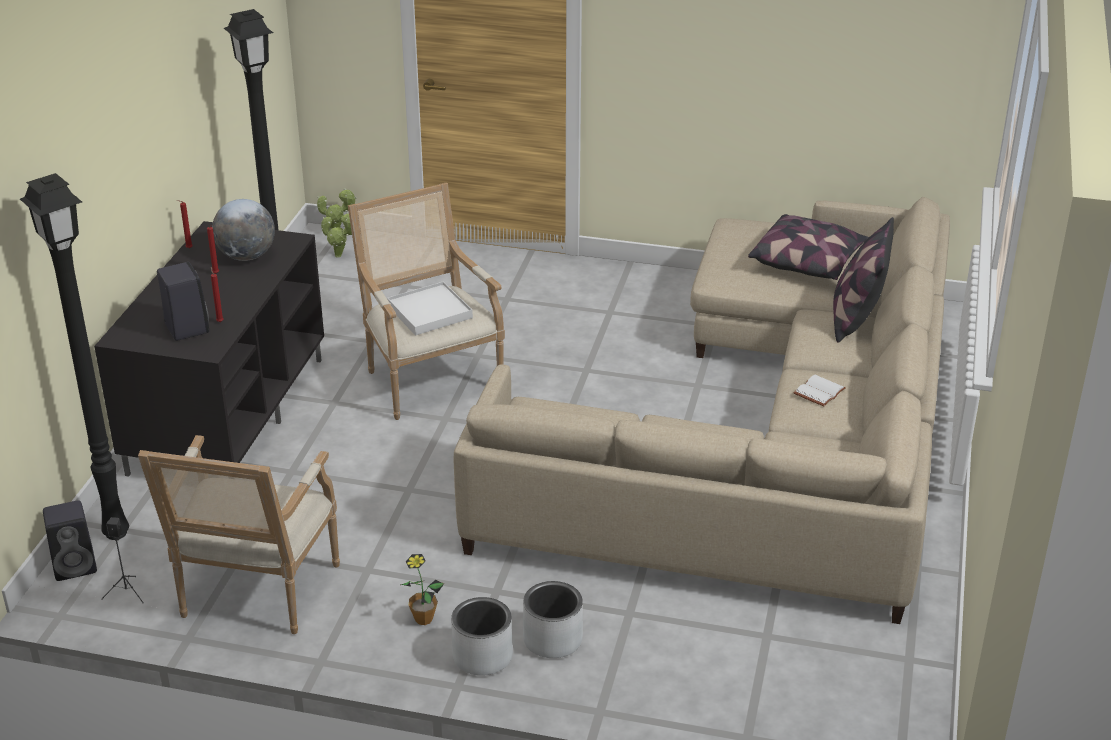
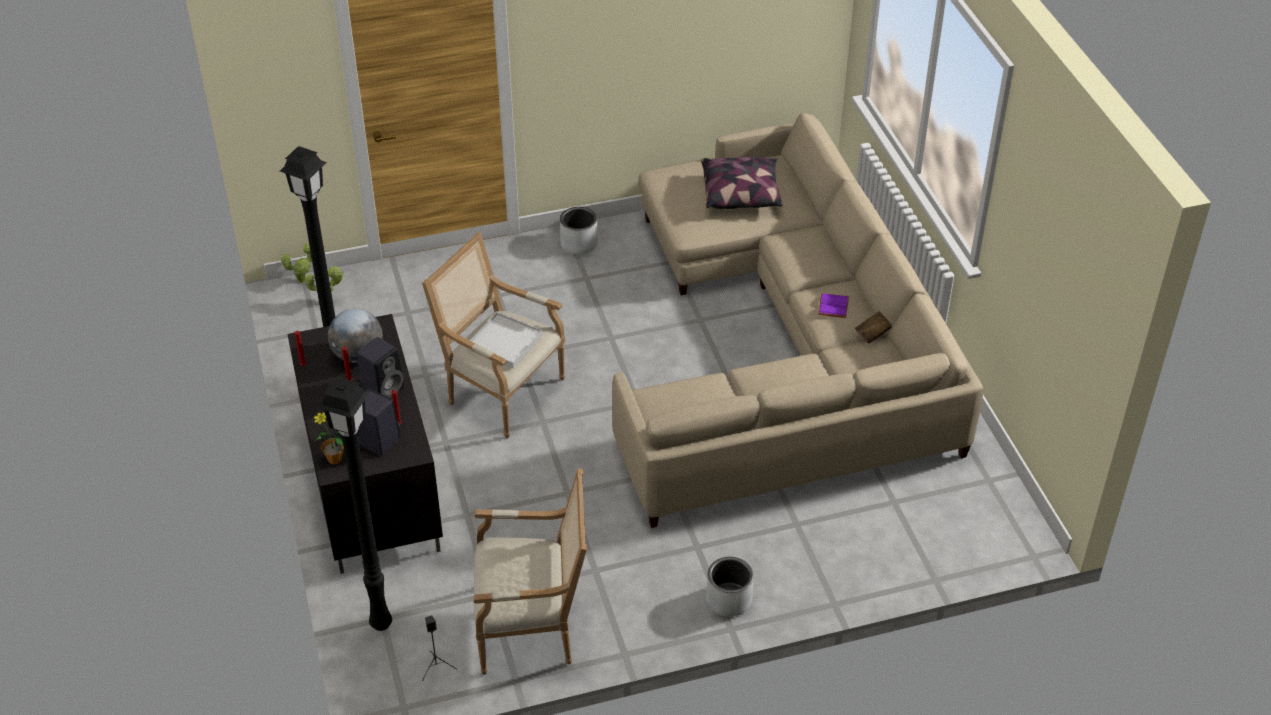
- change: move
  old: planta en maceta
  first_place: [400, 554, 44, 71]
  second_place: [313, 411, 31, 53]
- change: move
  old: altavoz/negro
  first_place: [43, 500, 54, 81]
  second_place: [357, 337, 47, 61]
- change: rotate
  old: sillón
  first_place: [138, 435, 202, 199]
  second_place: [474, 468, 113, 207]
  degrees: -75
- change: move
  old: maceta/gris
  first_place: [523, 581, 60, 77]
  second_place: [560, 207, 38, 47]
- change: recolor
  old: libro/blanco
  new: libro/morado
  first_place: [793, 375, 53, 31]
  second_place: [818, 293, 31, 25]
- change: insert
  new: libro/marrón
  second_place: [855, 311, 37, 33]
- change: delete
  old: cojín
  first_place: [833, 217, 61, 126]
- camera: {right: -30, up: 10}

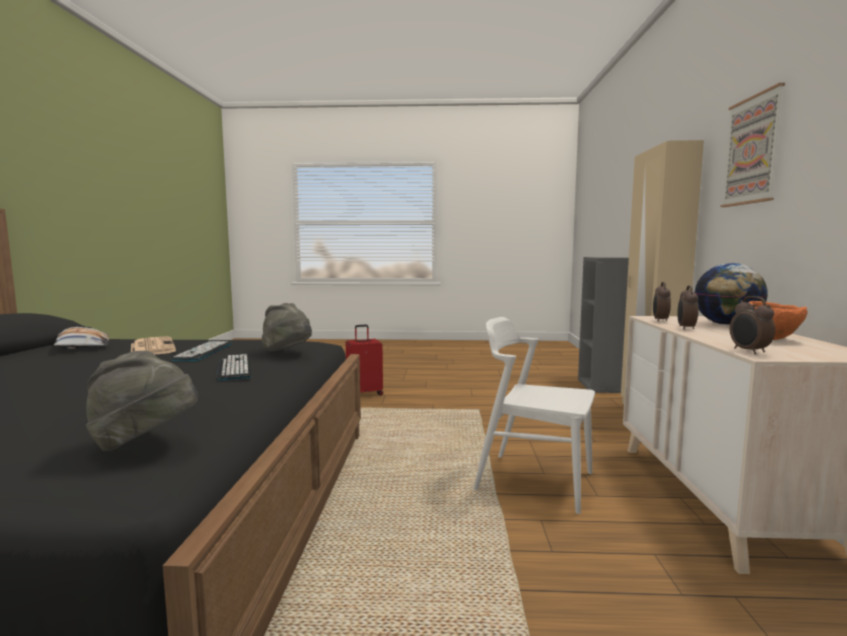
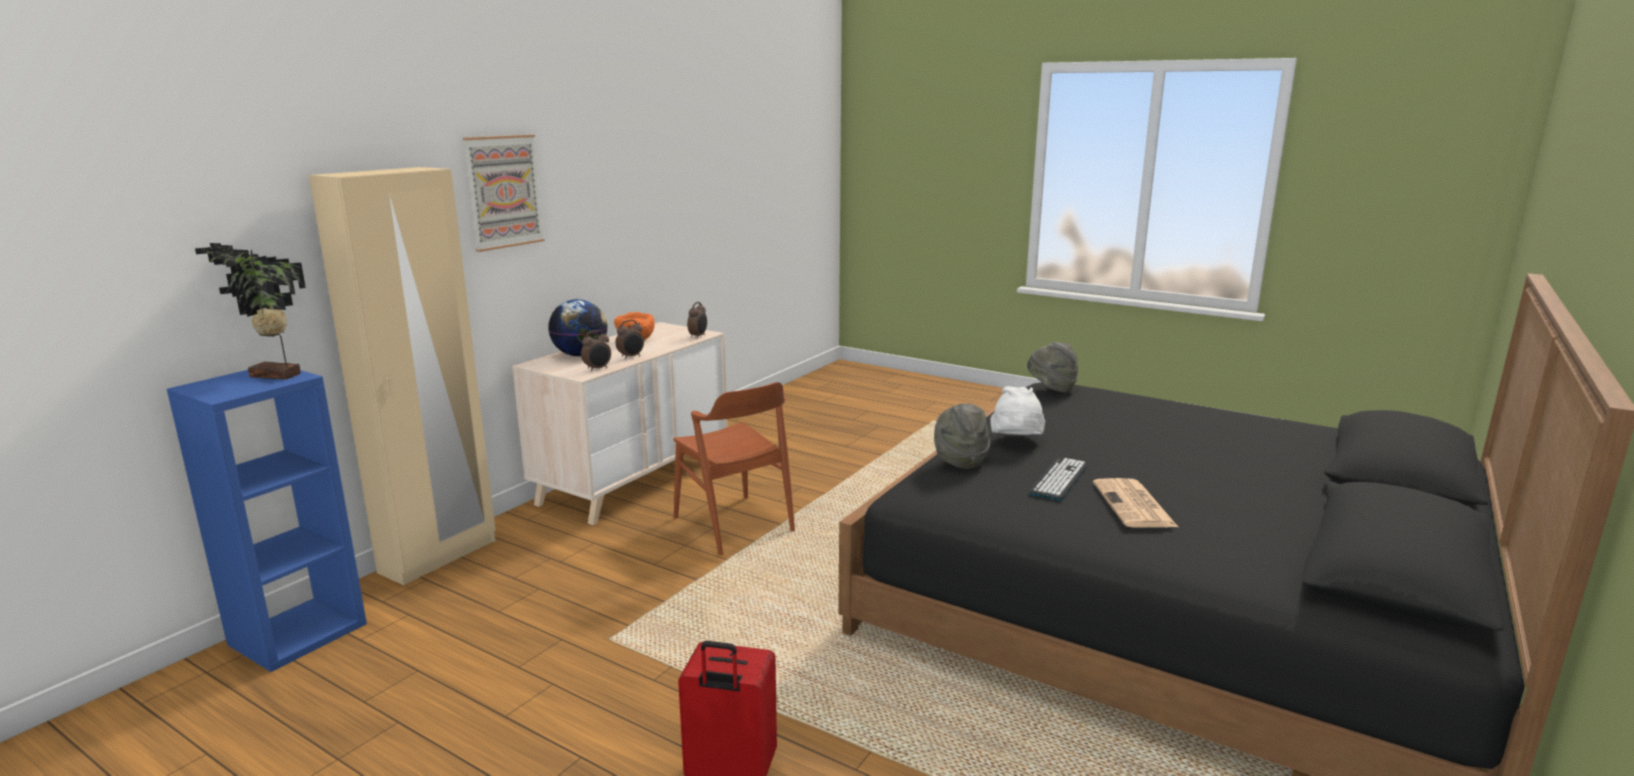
- change: recolor
  old: estantería/gris
  new: estantería/azul
  first_place: [578, 257, 51, 136]
  second_place: [167, 370, 200, 302]
- change: insert
  new: planta en maceta
  second_place: [195, 243, 111, 137]
- change: recolor
  old: silla/blanco
  new: silla/marrón
  first_place: [474, 317, 121, 197]
  second_place: [673, 382, 122, 173]
- change: replace
  old: teclado
  new: sombrero/blanco
  first_place: [217, 354, 35, 26]
  second_place: [990, 386, 55, 49]
- change: delete
  old: cojín
  first_place: [54, 327, 55, 22]
- camera: {right: -150, up: 10}

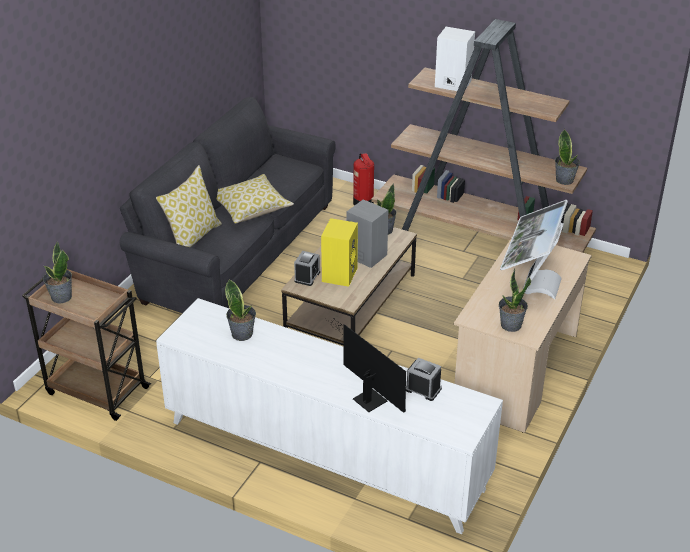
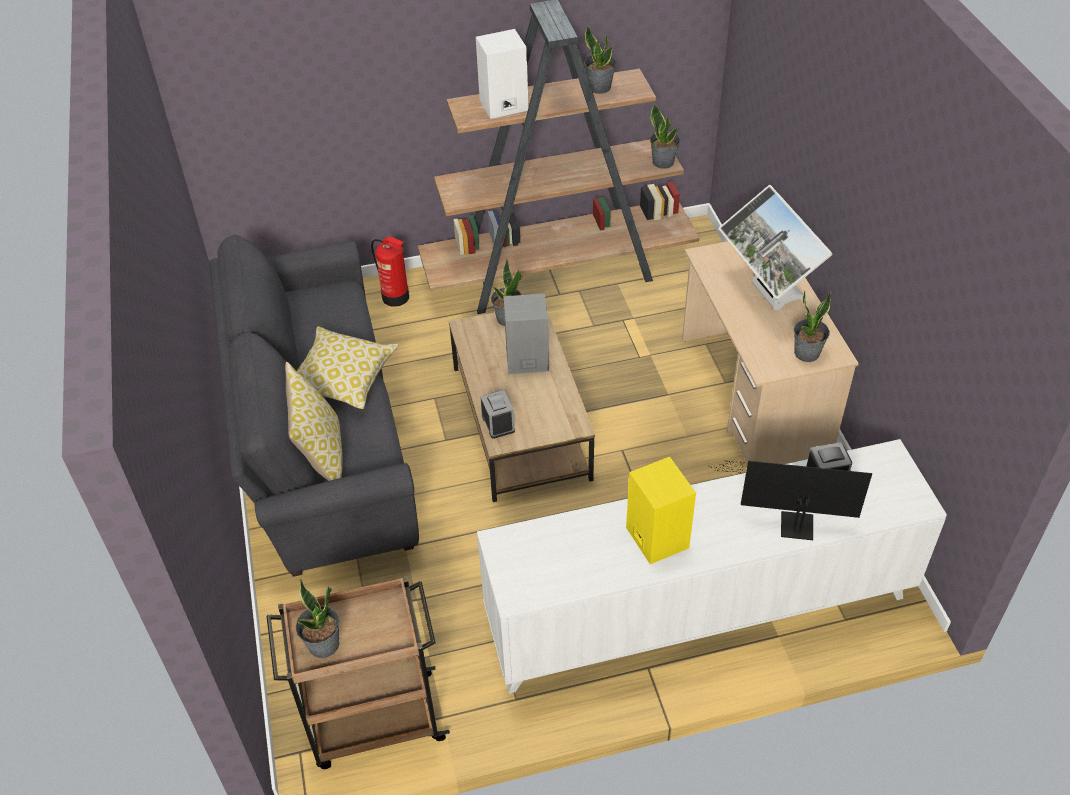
- change: move
  old: planta en maceta
  first_place: [225, 279, 31, 62]
  second_place: [585, 26, 31, 68]
- change: move
  old: altavoz/amarillo
  first_place: [321, 218, 37, 69]
  second_place: [626, 457, 70, 107]
- camera: {right: -40, up: 10}

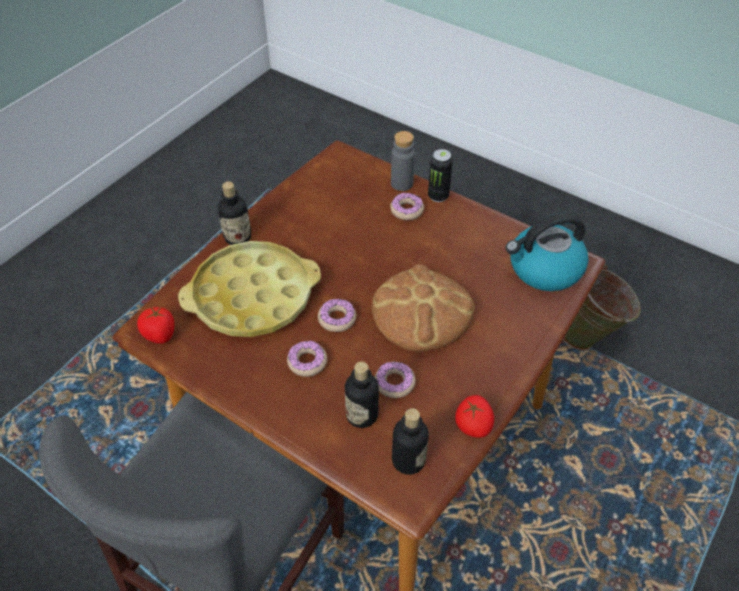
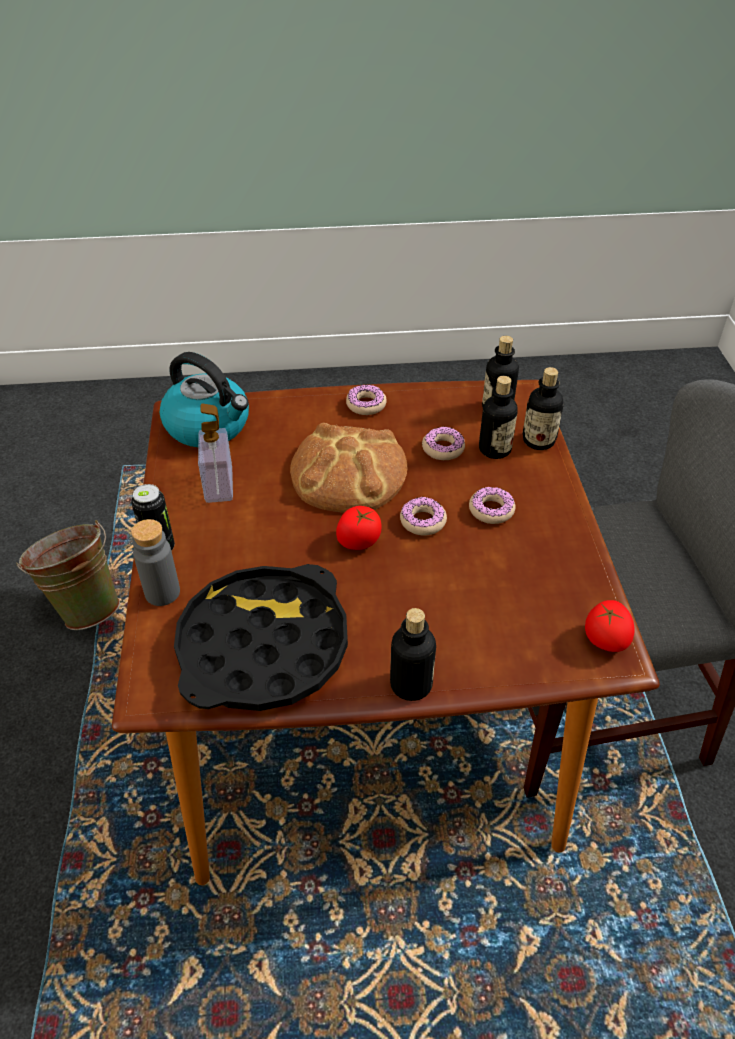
- change: insert
  new: bandeja/negro
  second_place: [174, 564, 174, 147]
- change: insert
  new: dispensador de jabón
  second_place: [198, 404, 35, 99]
- change: move
  old: tomate
  first_place: [455, 395, 39, 43]
  second_place: [336, 506, 46, 44]
- change: move
  old: rosquilla
  first_place: [390, 192, 34, 28]
  second_place: [346, 384, 41, 31]
- change: insert
  new: botella
  second_place: [522, 367, 42, 83]
- change: delete
  old: bandeja/amarillo
  first_place: [178, 241, 143, 96]
- camera: {right: -130, up: -5}

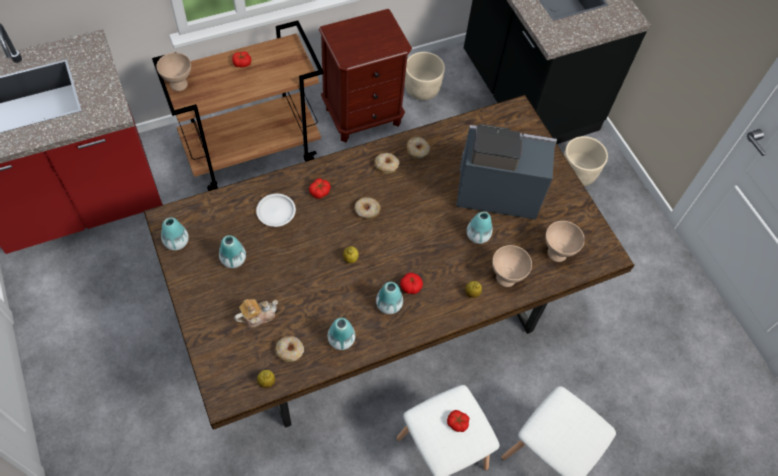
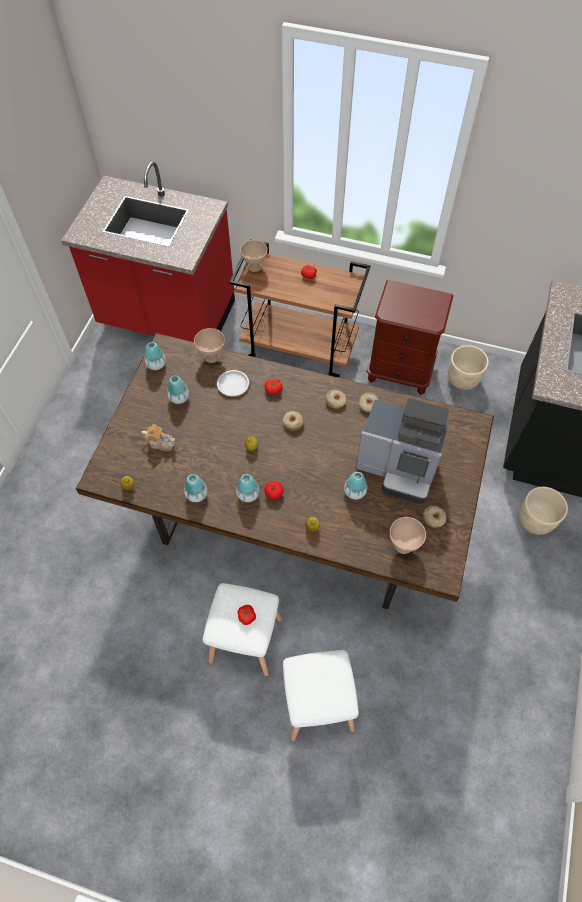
- change: move
  old: cuenco/beis
  first_place: [492, 245, 40, 42]
  second_place: [194, 328, 31, 35]
- change: rotate
  old: cafetera
  first_place: [456, 124, 101, 96]
  second_place: [356, 398, 93, 106]
  degrees: 150
- change: move
  old: rosquilla
  first_place: [275, 336, 29, 26]
  second_place: [423, 506, 23, 22]
- camera: {right: 45, up: 0}

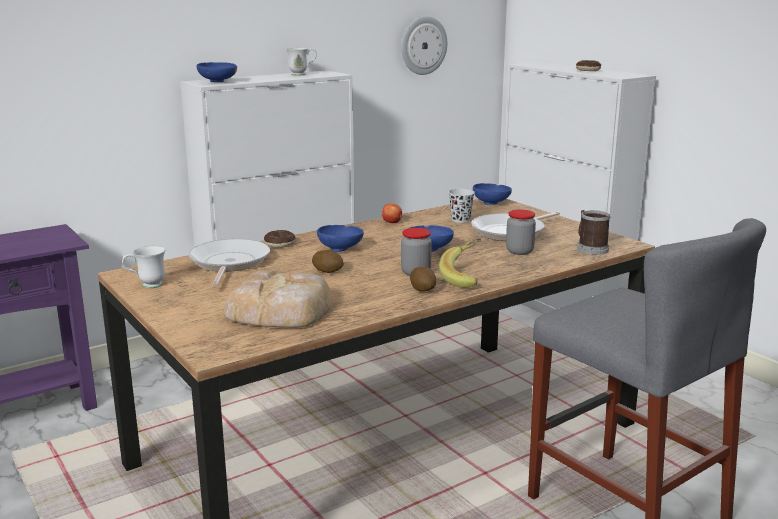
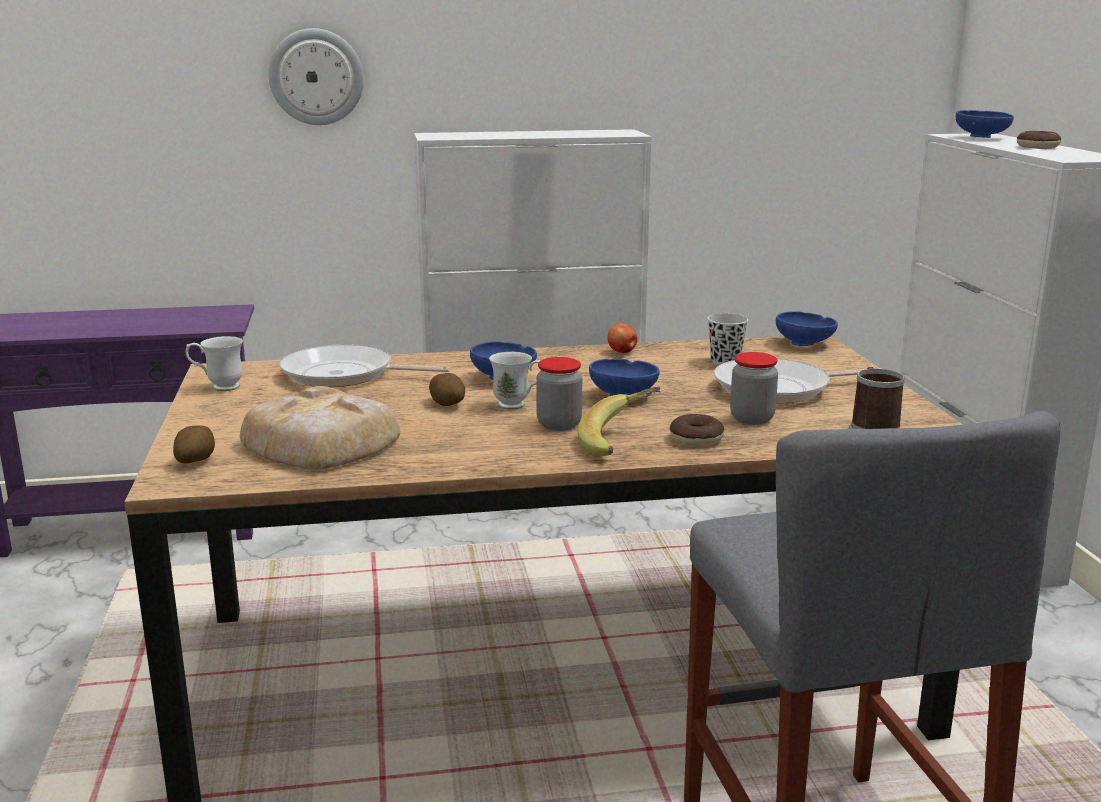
- change: move
  old: patata
  first_place: [410, 267, 26, 25]
  second_place: [173, 425, 42, 38]
- change: move
  old: reloj de pared
  first_place: [401, 16, 46, 59]
  second_place: [268, 28, 96, 97]
- change: rotate
  old: sartén
  first_place: [188, 239, 82, 48]
  second_place: [279, 344, 171, 43]
  degrees: -105
- change: move
  old: taza grande/blanco
  first_place: [286, 48, 31, 28]
  second_place: [489, 352, 51, 58]
- change: move
  old: rosquilla
  first_place: [264, 230, 32, 18]
  second_place: [670, 414, 54, 32]
- change: move
  old: cuenco/azul
  first_place: [197, 62, 40, 20]
  second_place: [956, 110, 58, 28]
- camera: {right: 25, up: 0}

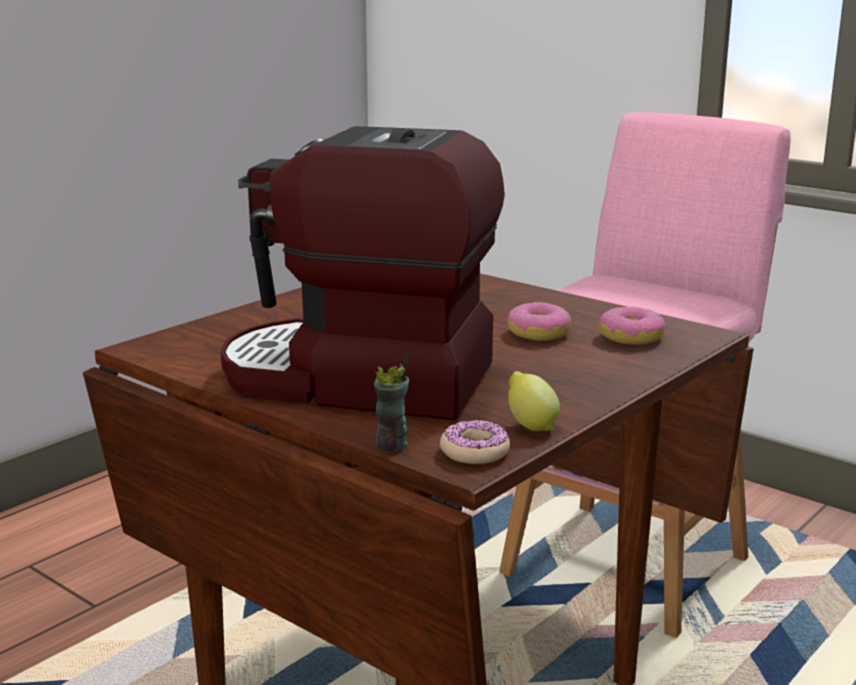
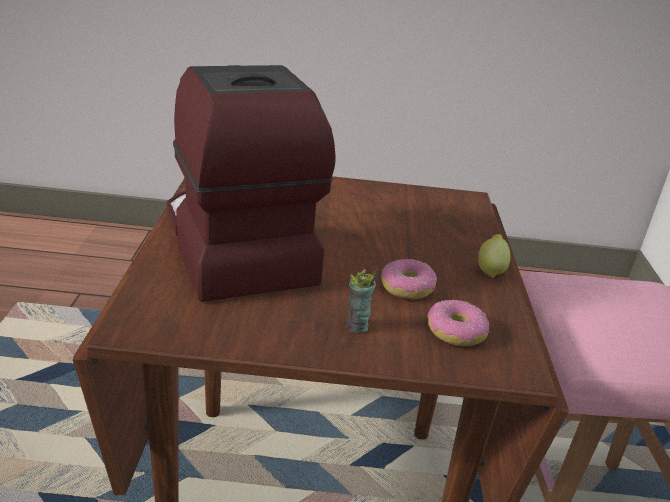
- change: move
  old: taza
  first_place: [374, 352, 35, 100]
  second_place: [346, 269, 33, 64]
- change: move
  old: limón
  first_place: [508, 371, 52, 60]
  second_place: [478, 234, 33, 44]
- change: delete
  old: rosquilla
  first_place: [440, 419, 70, 45]
- camera: {right: 50, up: 10}

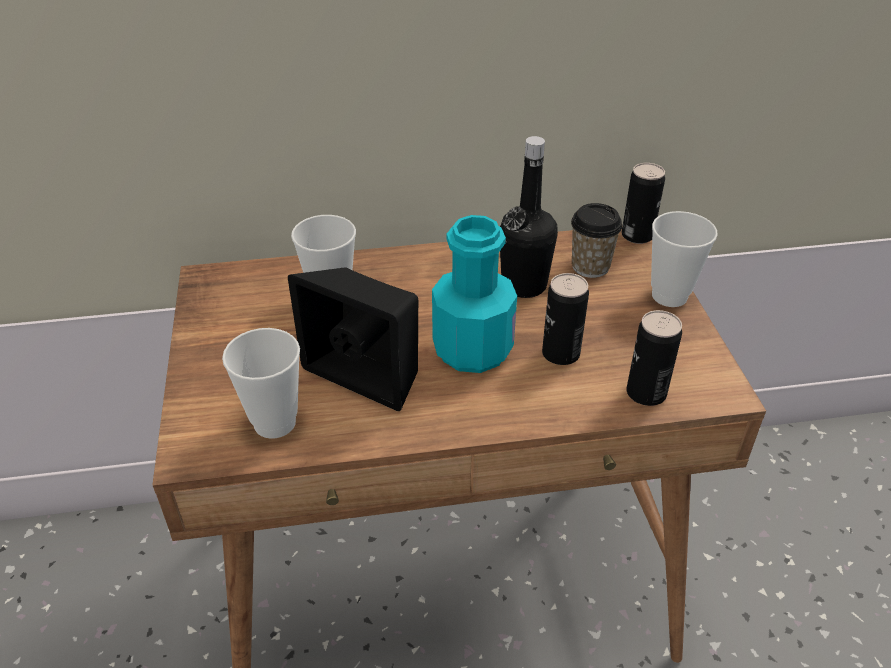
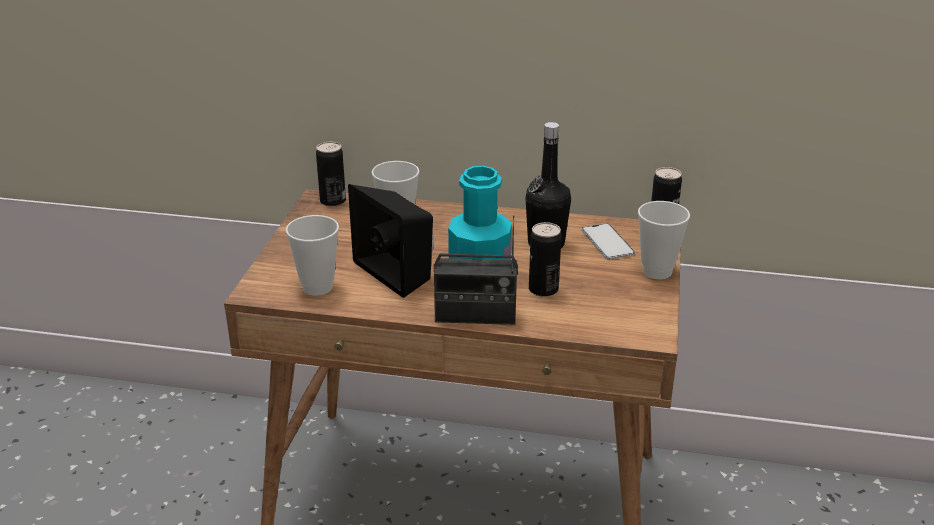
- change: move
  old: lata
  first_place: [626, 310, 56, 96]
  second_place: [316, 142, 30, 65]
- change: insert
  new: radio
  second_place: [434, 215, 84, 110]
- change: replace
  old: taza
  new: móvil
  first_place: [571, 203, 51, 75]
  second_place: [582, 223, 53, 36]
- camera: {right: 20, up: -10}

